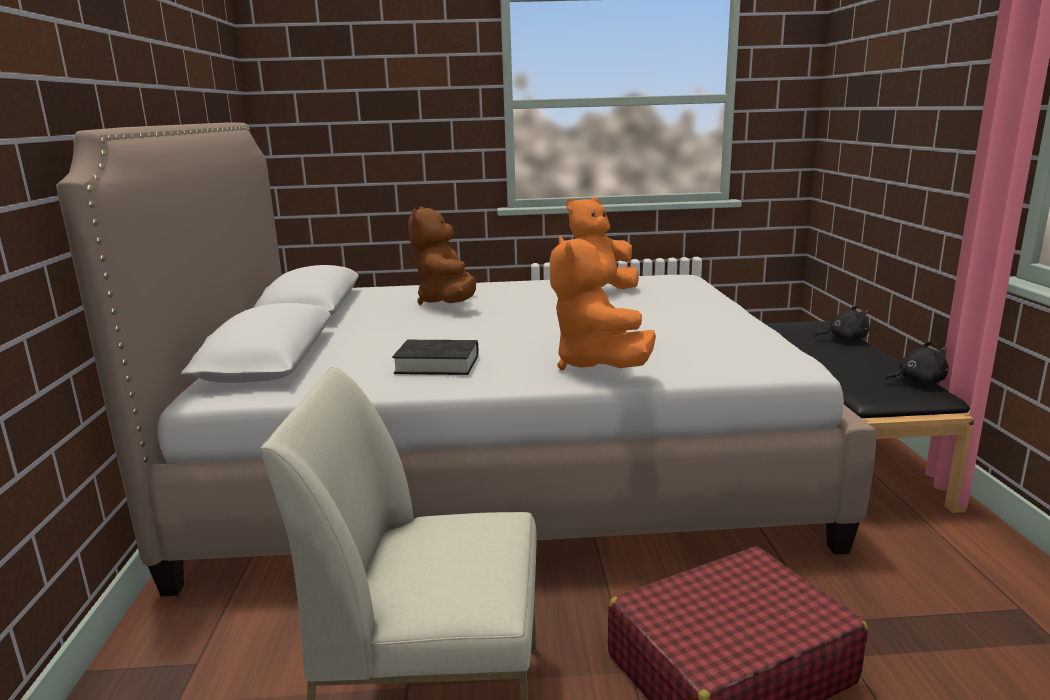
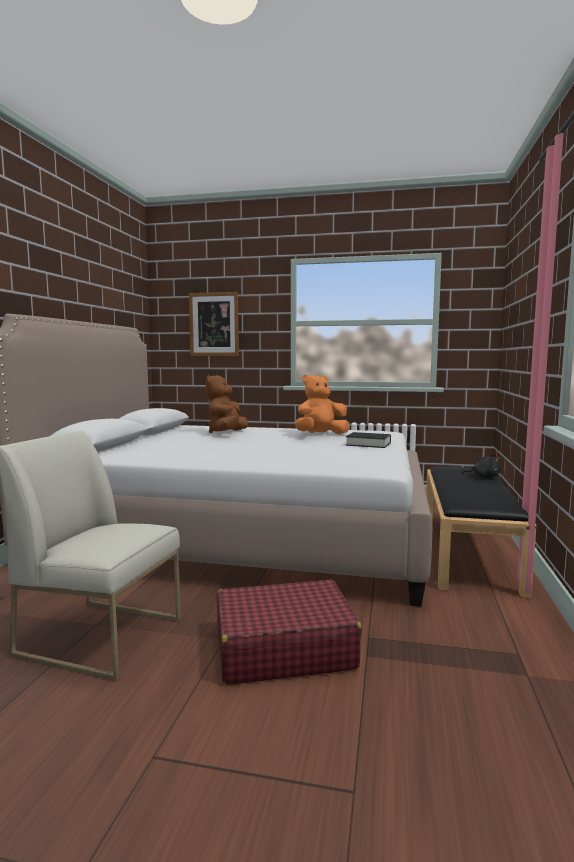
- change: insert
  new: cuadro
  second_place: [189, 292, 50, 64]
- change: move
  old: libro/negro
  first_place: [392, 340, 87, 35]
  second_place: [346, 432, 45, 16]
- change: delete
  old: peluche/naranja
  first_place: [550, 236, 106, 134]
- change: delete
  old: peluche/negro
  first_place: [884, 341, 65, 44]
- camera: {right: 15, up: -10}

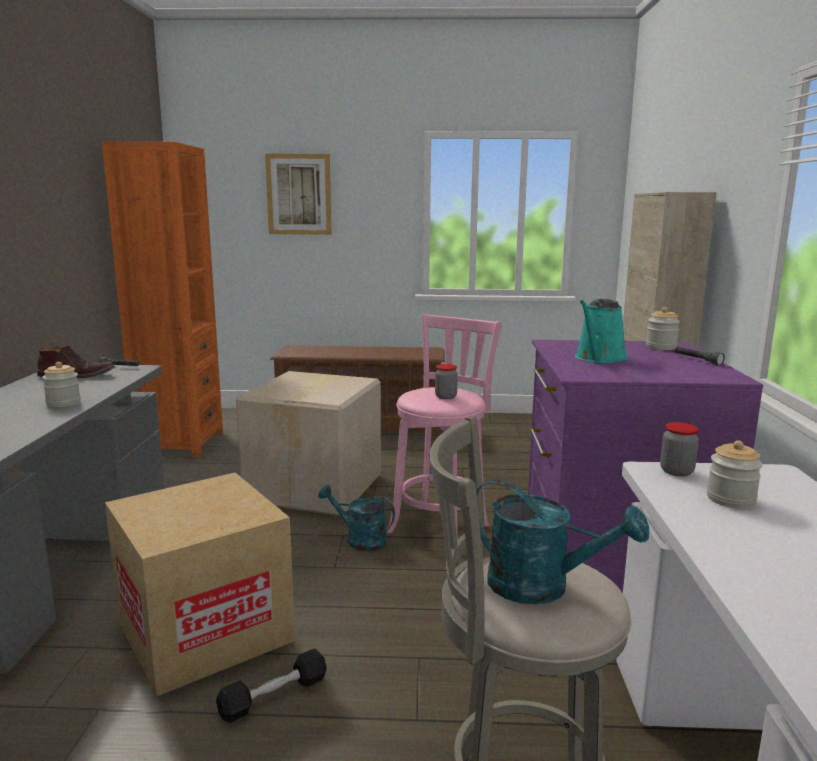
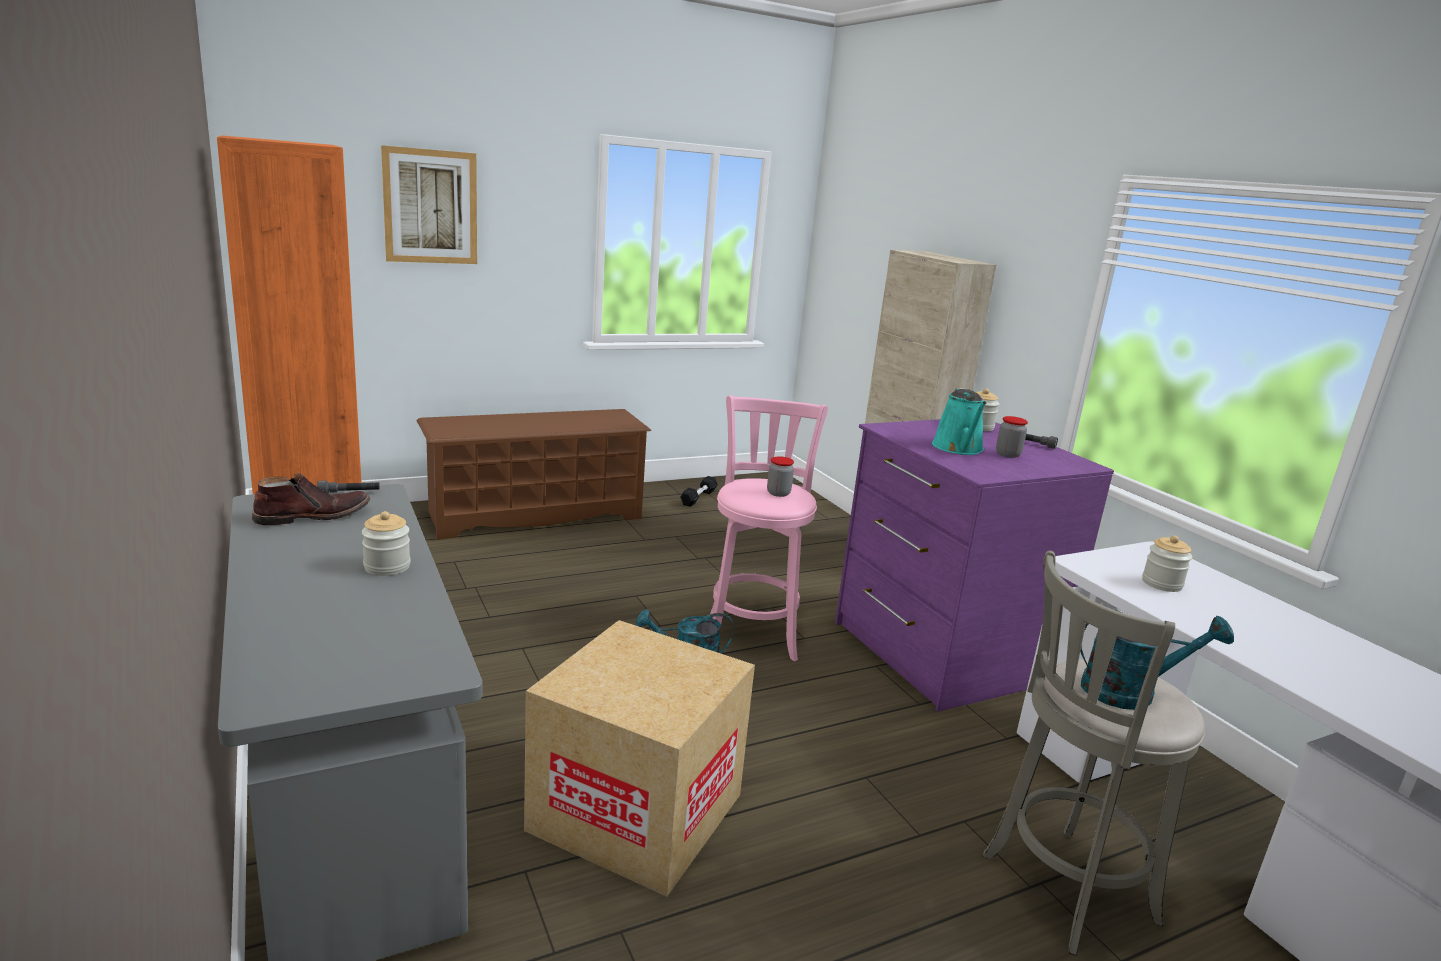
- change: move
  old: mancuerna/negro
  first_place: [216, 648, 111, 75]
  second_place: [680, 476, 38, 31]
- change: move
  old: tarro
  first_place: [660, 422, 39, 54]
  second_place: [996, 416, 32, 42]
- change: delete
  old: caja de cartón
  first_place: [236, 371, 145, 145]
- camera: {right: -30, up: 5}

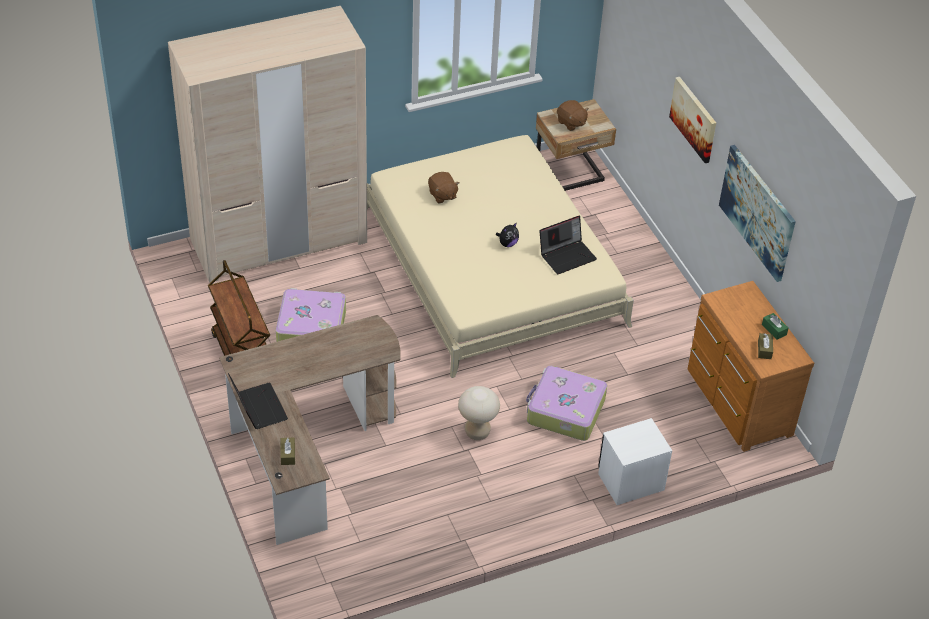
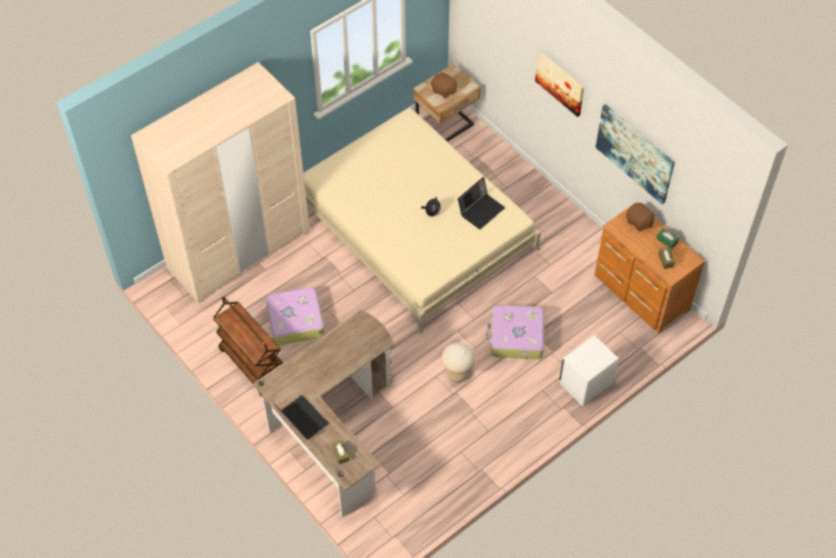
- change: move
  old: peluche/marrón
  first_place: [428, 172, 31, 31]
  second_place: [626, 203, 29, 29]
- camera: {right: -15, up: 10}

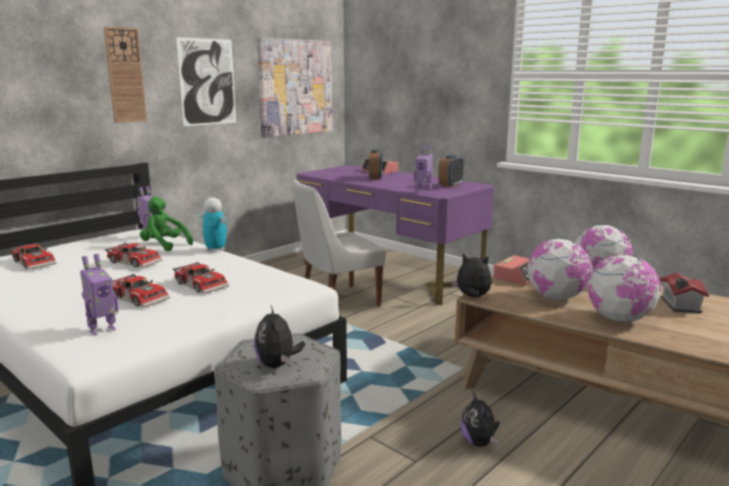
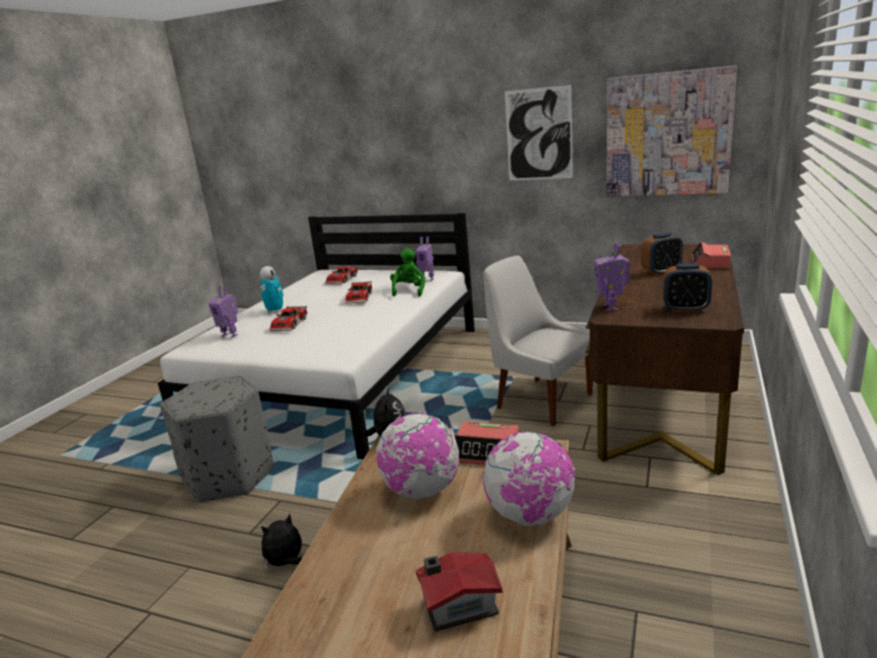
- change: move
  old: robot de juguete
  first_place: [197, 197, 33, 55]
  second_place: [260, 266, 24, 47]
- change: recolor
  old: escritorio/morado
  new: escritorio/marrón
  first_place: [297, 165, 197, 140]
  second_place: [586, 244, 158, 231]
- change: delete
  old: reloj de pared
  first_place: [104, 27, 43, 96]
- change: delete
  old: coche de juguete
  first_place: [173, 262, 56, 32]
- change: delete
  old: peluche
  first_place: [254, 306, 51, 62]
- change: delete
  old: globo terráqueo
  first_place: [588, 255, 73, 67]
- camera: {right: 70, up: 5}

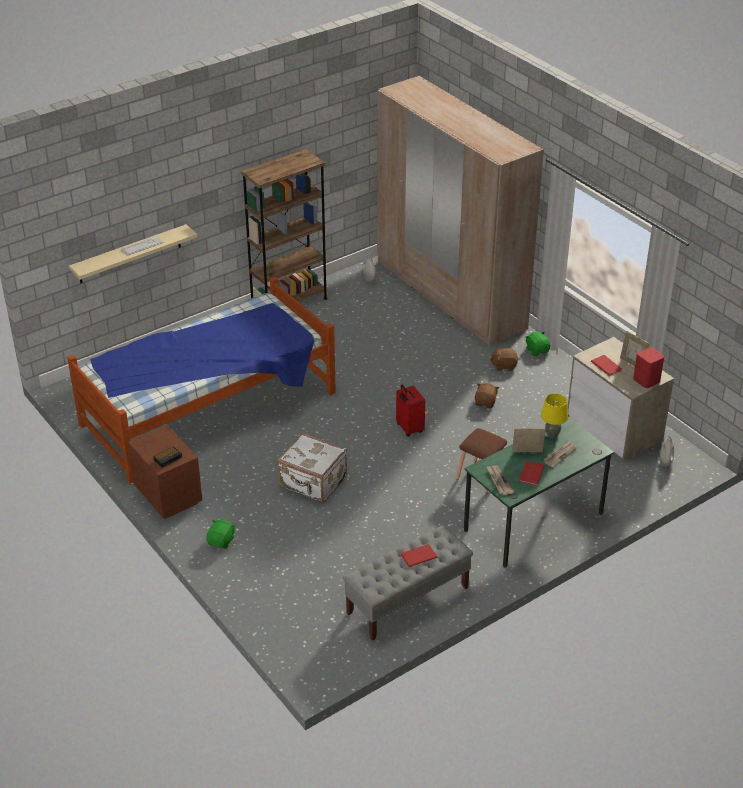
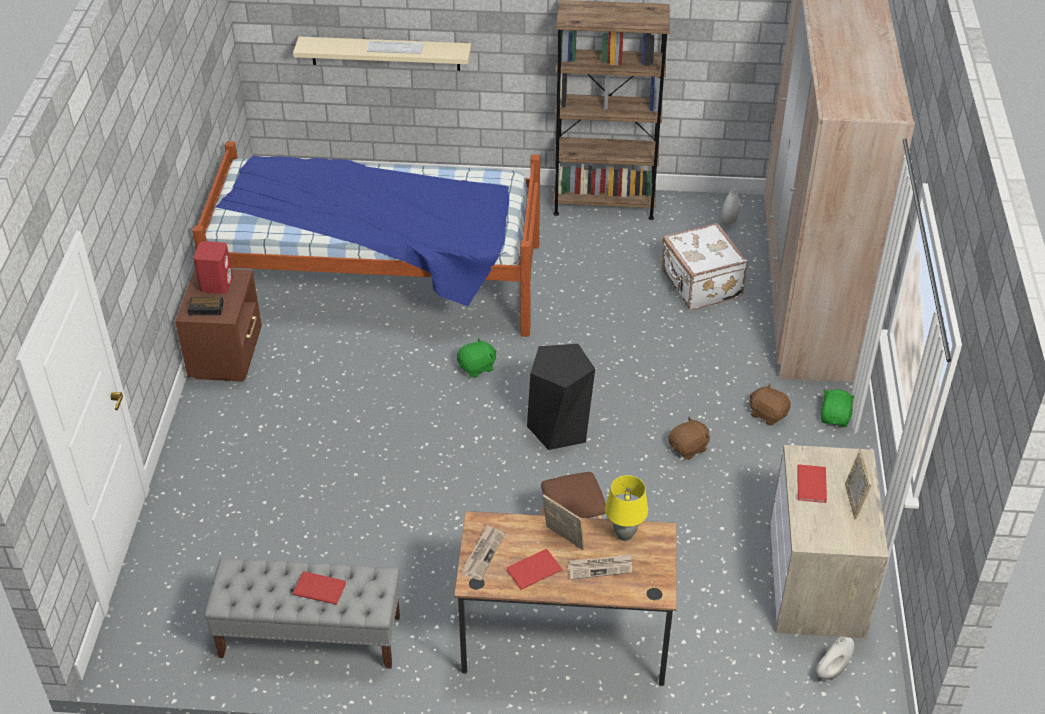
- change: move
  old: altavoz/rojo
  first_place: [633, 347, 31, 41]
  second_place: [193, 241, 40, 53]
- change: recolor
  old: escritorio/verde
  new: escritorio/marrón
  first_place: [464, 417, 150, 151]
  second_place: [454, 511, 223, 175]
- change: move
  old: peluche/verde
  first_place: [207, 519, 28, 30]
  second_place: [457, 337, 40, 41]
- change: replace
  old: maleta/rojo
  new: taburete/negro
  first_place: [396, 385, 29, 52]
  second_place: [527, 344, 68, 106]
- change: move
  old: maleta/blanco
  first_place: [277, 433, 70, 70]
  second_place: [661, 223, 87, 87]
- camera: {right: 40, up: 5}

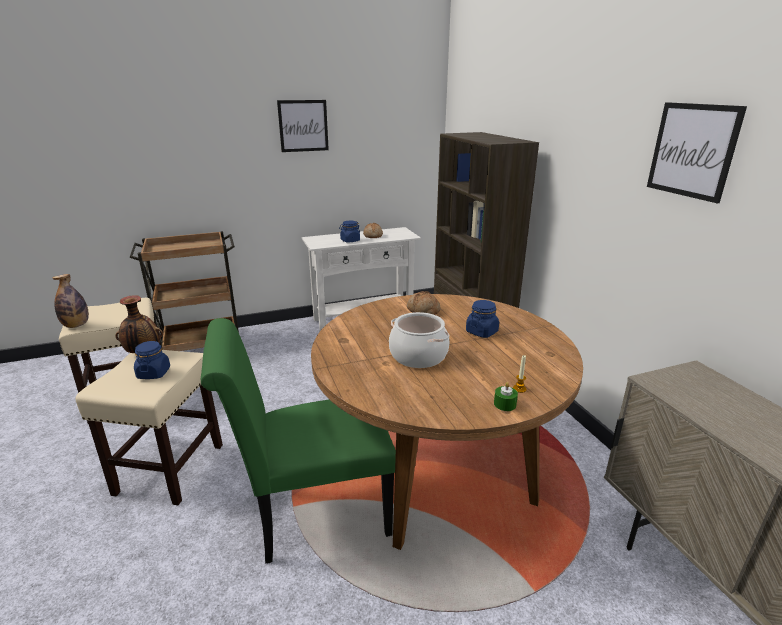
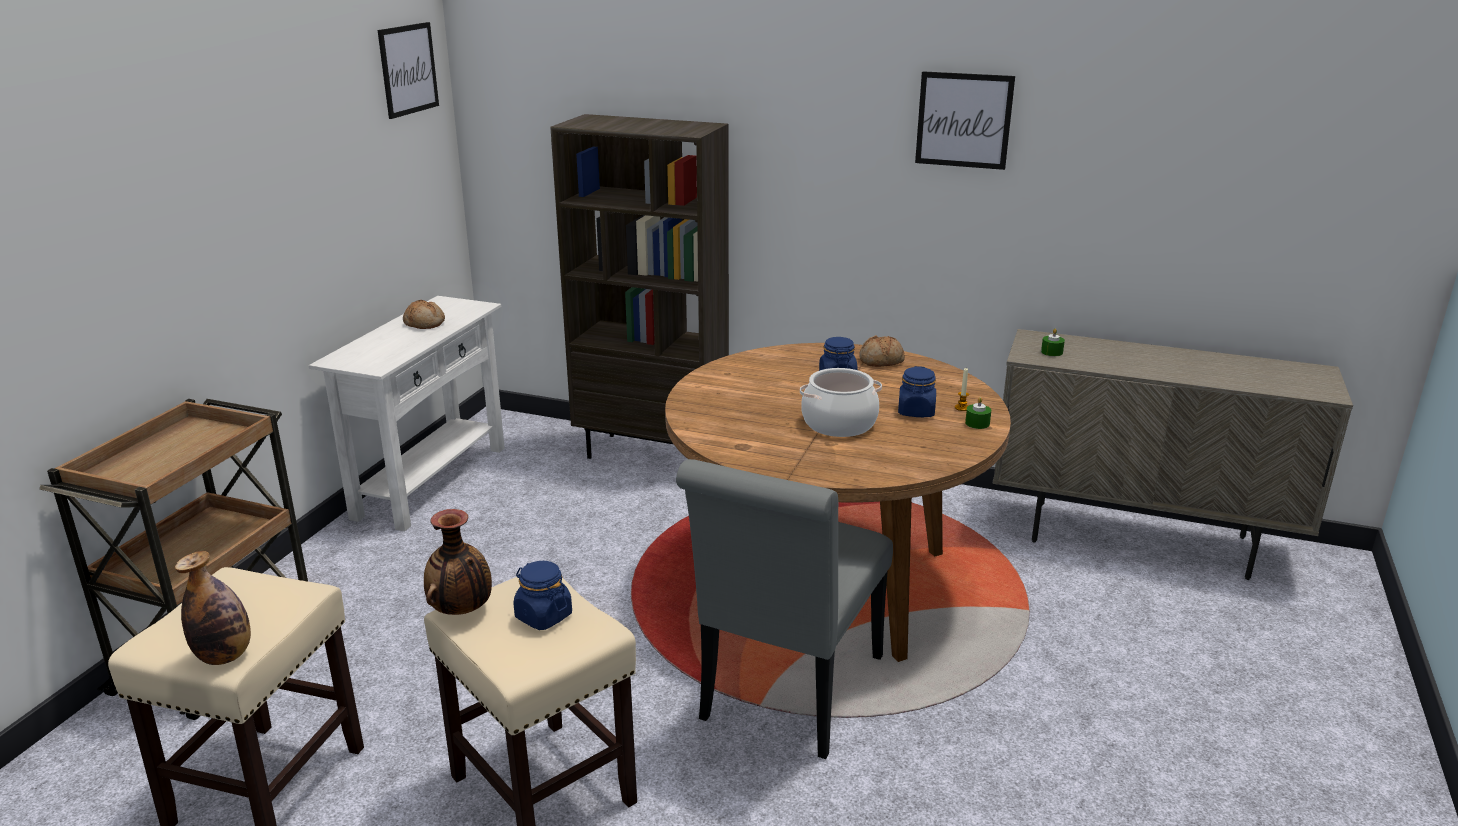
- change: move
  old: cuadro
  first_place: [277, 100, 52, 52]
  second_place: [378, 22, 61, 97]
- change: recolor
  old: silla/verde
  new: silla/gris
  first_place: [201, 318, 195, 246]
  second_place: [676, 459, 217, 300]
- change: move
  old: pan
  first_place: [407, 291, 33, 24]
  second_place: [859, 335, 46, 32]
- change: move
  old: tarro/azul
  first_place: [339, 221, 21, 22]
  second_place: [898, 366, 38, 51]
- change: insert
  new: vela/verde
  second_place: [1041, 328, 24, 28]
- camera: {right: -50, up: 0}

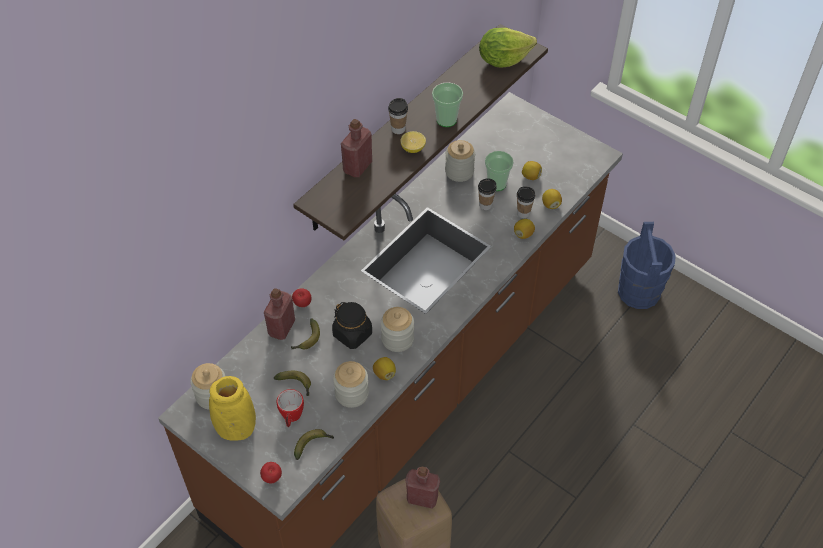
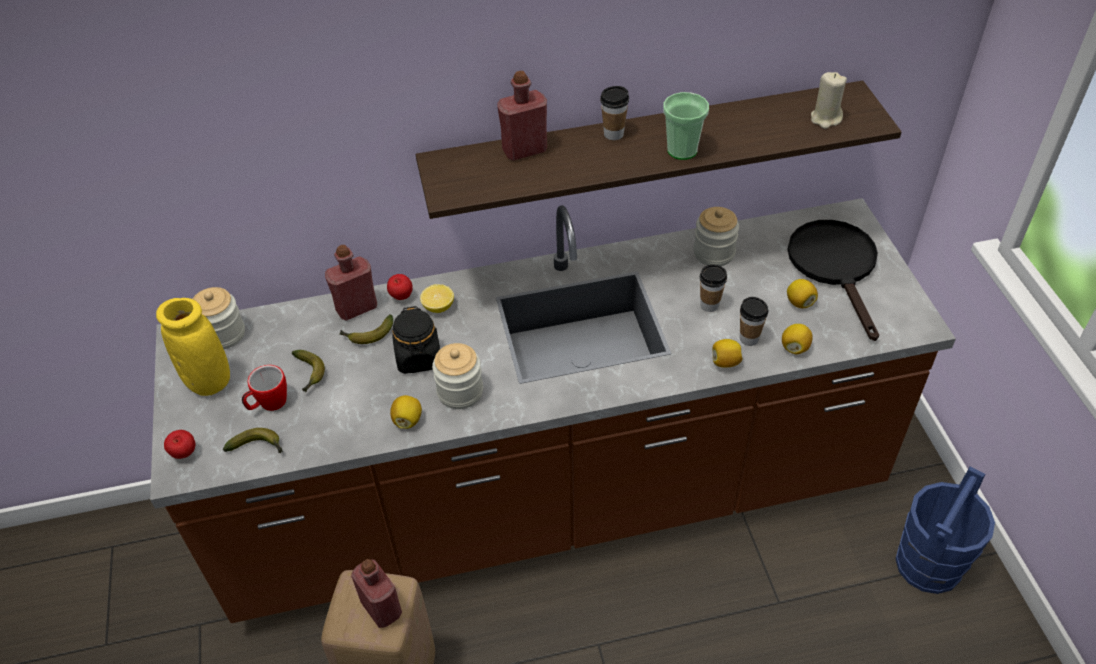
- change: move
  old: limón
  first_place: [400, 131, 26, 22]
  second_place: [420, 284, 34, 29]
- change: insert
  new: sartén/negro
  second_place: [787, 220, 92, 121]
- change: replace
  old: lechuga
  new: vela/beis
  first_place: [479, 28, 58, 40]
  second_place: [811, 72, 36, 57]
- change: delete
  old: tarro
  first_place: [333, 361, 36, 47]
- change: delete
  old: taza
  first_place: [485, 151, 28, 40]
- camera: {right: 40, up: -5}

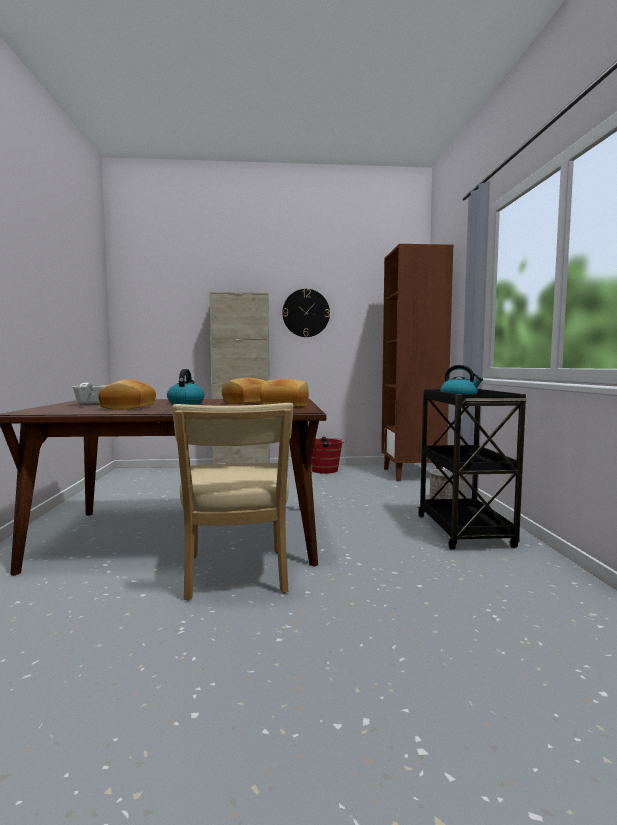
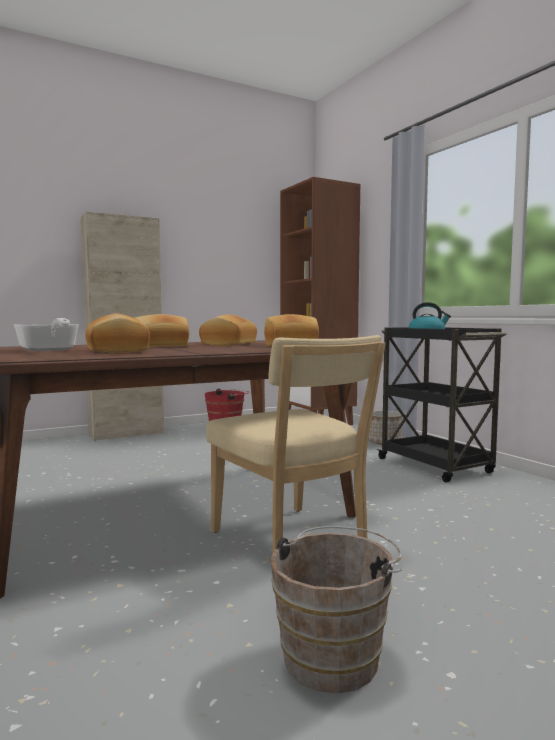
- change: replace
  old: hervidor
  new: pan
  first_place: [167, 369, 37, 36]
  second_place: [135, 314, 54, 33]
- change: insert
  new: cubo/marrón
  second_place: [270, 526, 131, 167]
- change: delete
  old: reloj de pared
  first_place: [282, 289, 48, 48]
- camera: {right: -25, up: 0}

